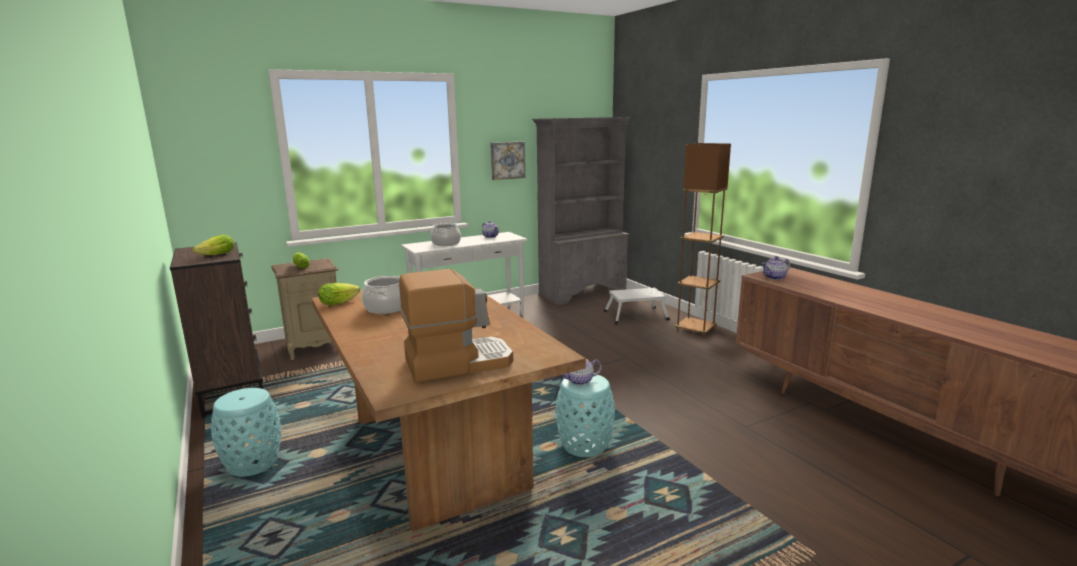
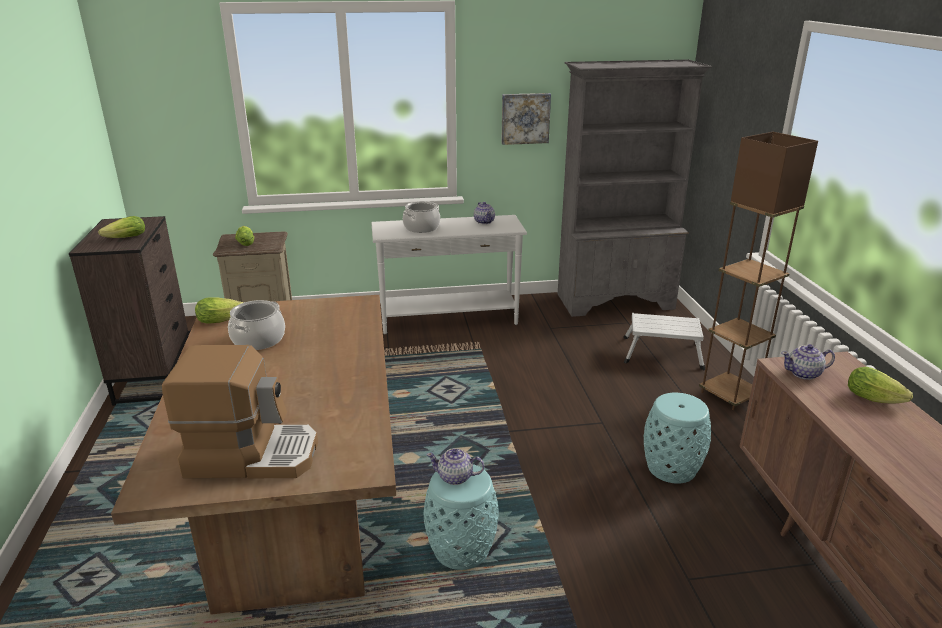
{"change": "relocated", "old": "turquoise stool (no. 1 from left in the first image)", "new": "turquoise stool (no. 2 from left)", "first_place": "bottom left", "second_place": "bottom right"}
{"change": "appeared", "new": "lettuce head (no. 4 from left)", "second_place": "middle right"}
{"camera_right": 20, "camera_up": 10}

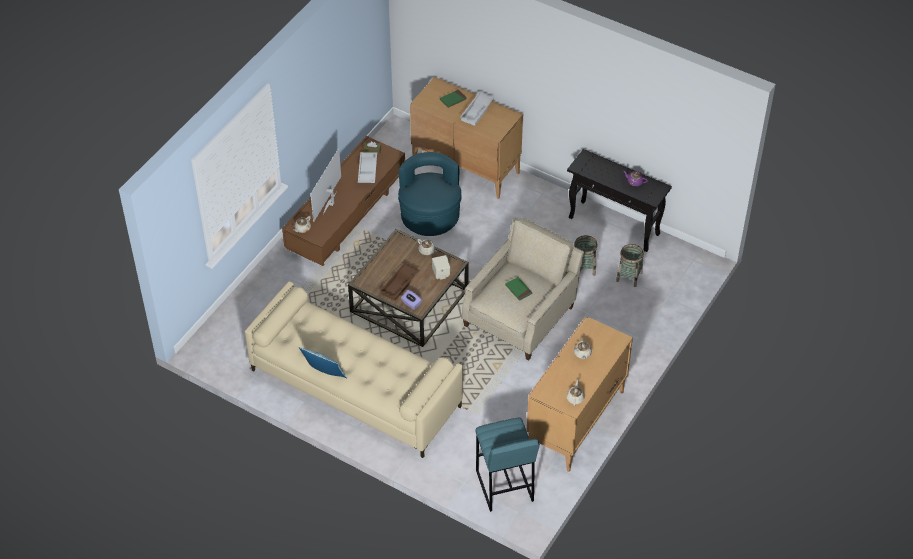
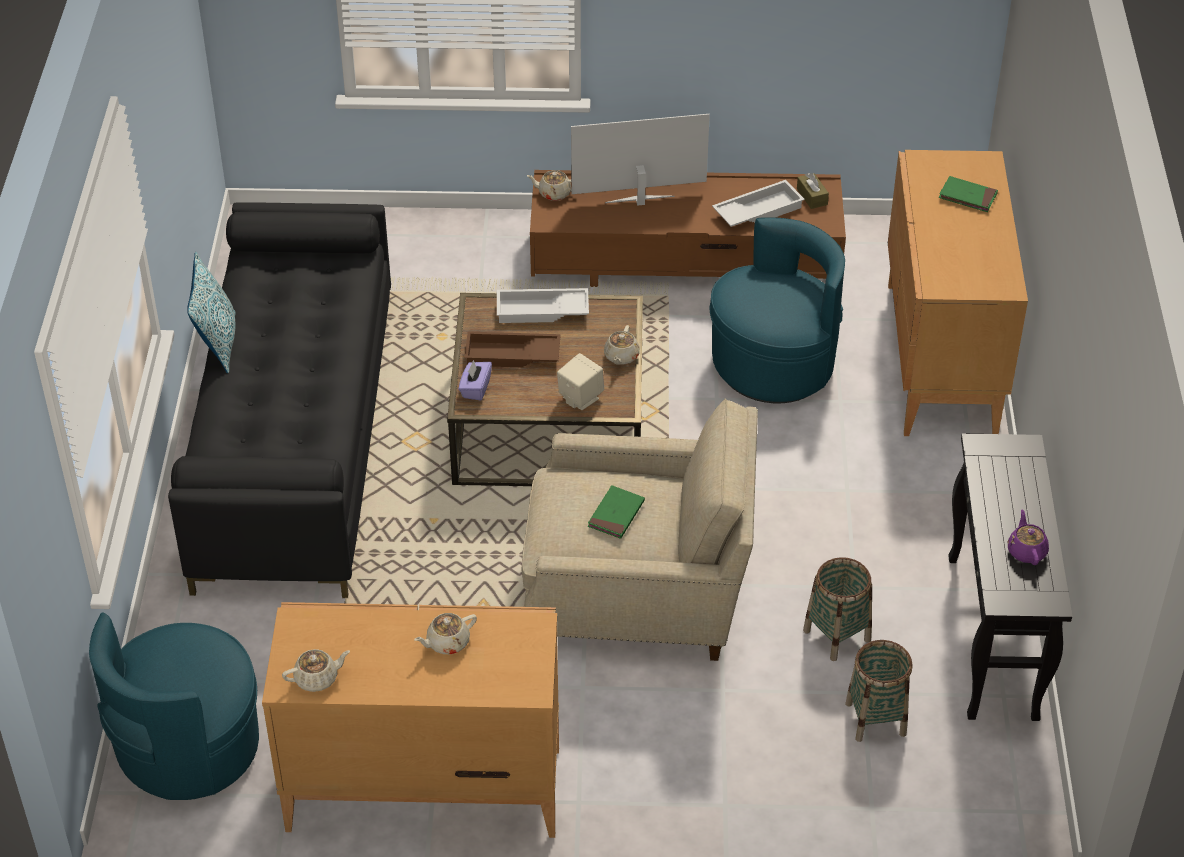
{"change": "colour", "old": "sand-coloured couch", "new": "black-coloured couch", "first_place": "centre", "second_place": "middle left"}
{"change": "relocated", "old": "white carrying tray (no. 2 from left in the first image)", "new": "white carrying tray (no. 1 from left)", "first_place": "top centre", "second_place": "centre"}
{"change": "exchanged", "old": "turquoise stool", "new": "turquoise easy chair (no. 1 from left)", "first_place": "bottom centre", "second_place": "bottom left"}
{"camera_right": 60, "camera_up": -5}

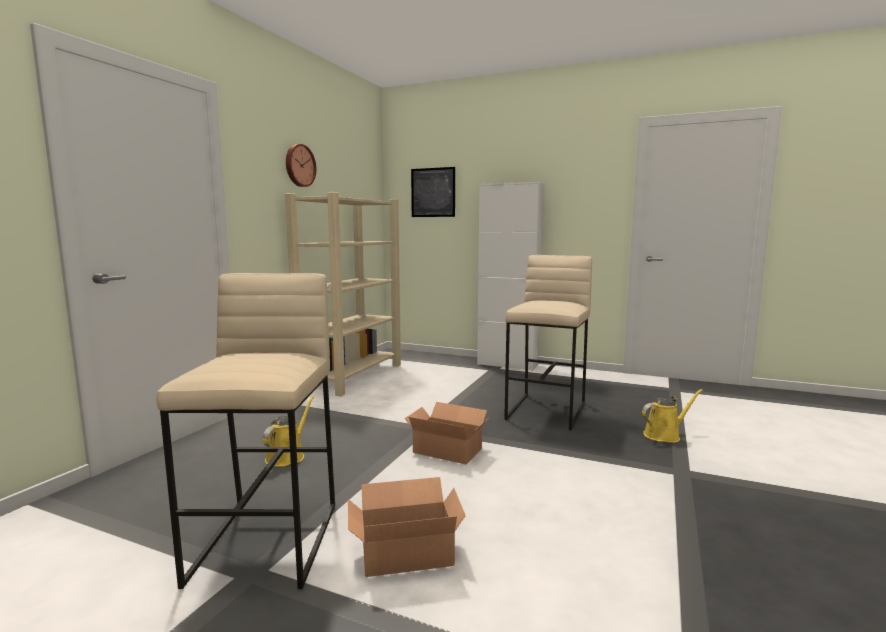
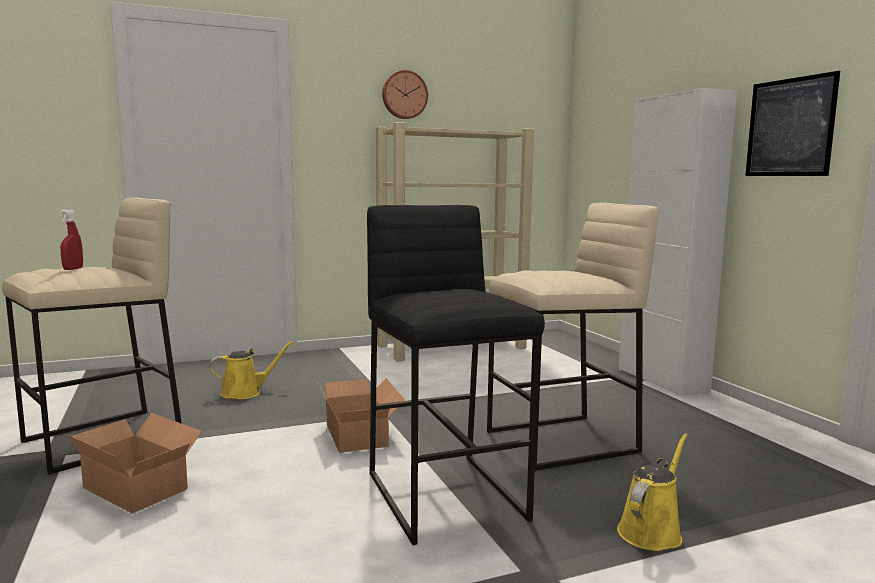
{"change": "relocated", "old": "wall art", "first_place": "top centre", "second_place": "top right"}
{"change": "spun", "old": "yellowish watering pot (no. 2 from left)", "first_place": "middle right", "second_place": "bottom right", "degrees": -75}
{"change": "appeared", "new": "red-coloured sprayer", "second_place": "middle left"}
{"change": "appeared", "new": "black-coloured stool", "second_place": "centre"}
{"camera_right": 45, "camera_up": 0}

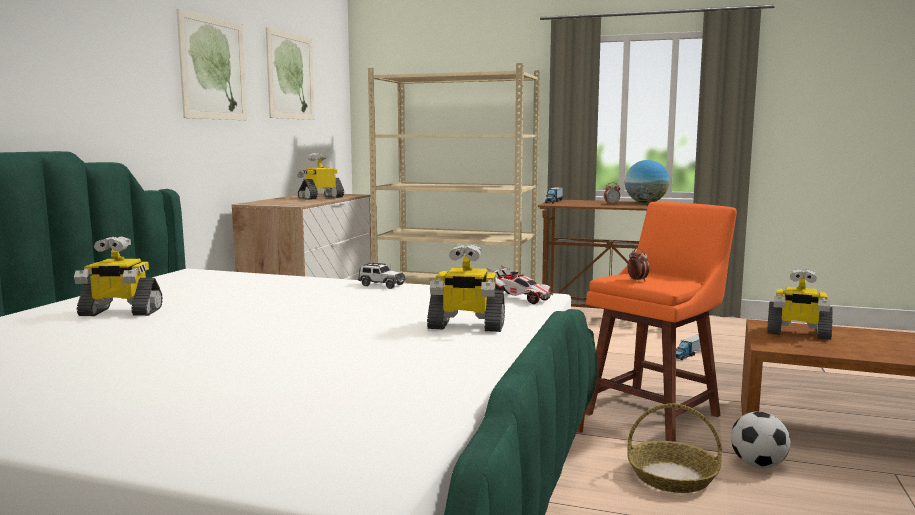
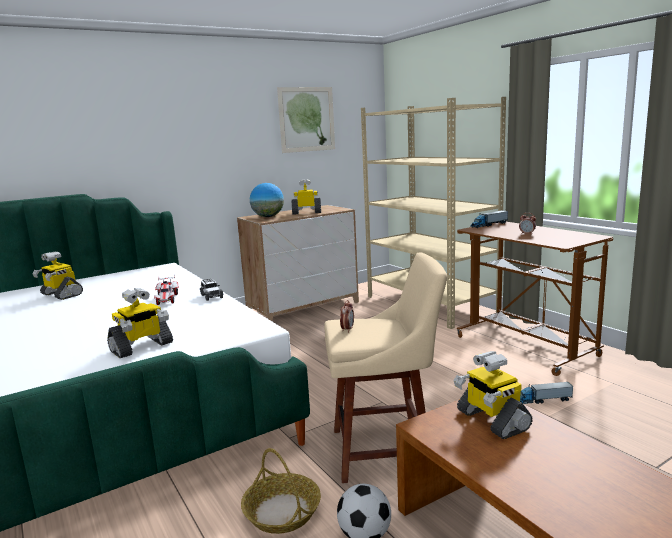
{"change": "missing", "old": "wall art (no. 1 from left)", "first_place": "top left"}
{"change": "spun", "old": "robot figure (no. 3 from left in the first image)", "first_place": "centre", "second_place": "middle left", "degrees": -90}
{"change": "relocated", "old": "miniature car (no. 2 from left in the first image)", "new": "miniature car (no. 1 from left)", "first_place": "centre", "second_place": "middle left"}
{"change": "colour", "old": "orangey stool", "new": "sand-coloured stool", "first_place": "middle right", "second_place": "bottom centre"}
{"change": "relocated", "old": "world globe", "first_place": "middle right", "second_place": "centre"}
{"camera_right": 40, "camera_up": 5}

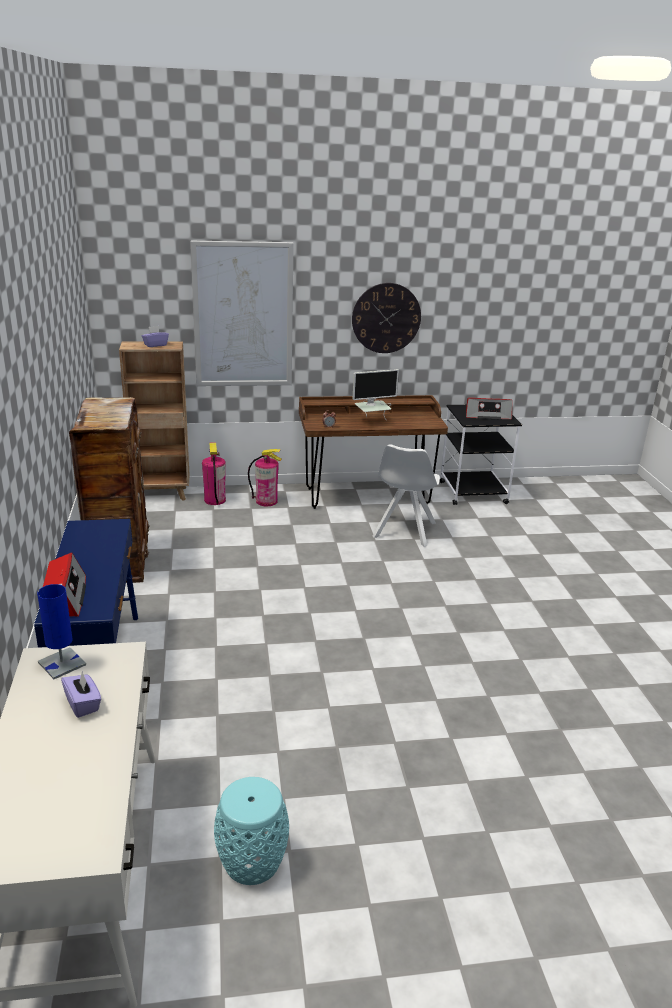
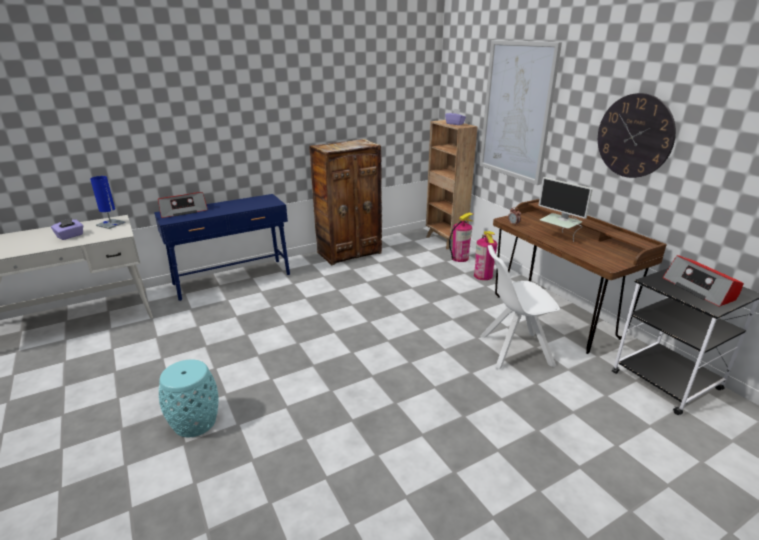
{"change": "relocated", "old": "turquoise stool", "first_place": "bottom centre", "second_place": "bottom left"}
{"camera_right": 70, "camera_up": 0}

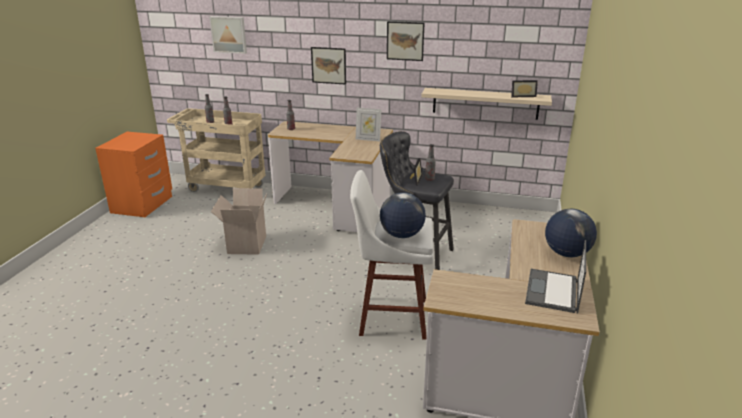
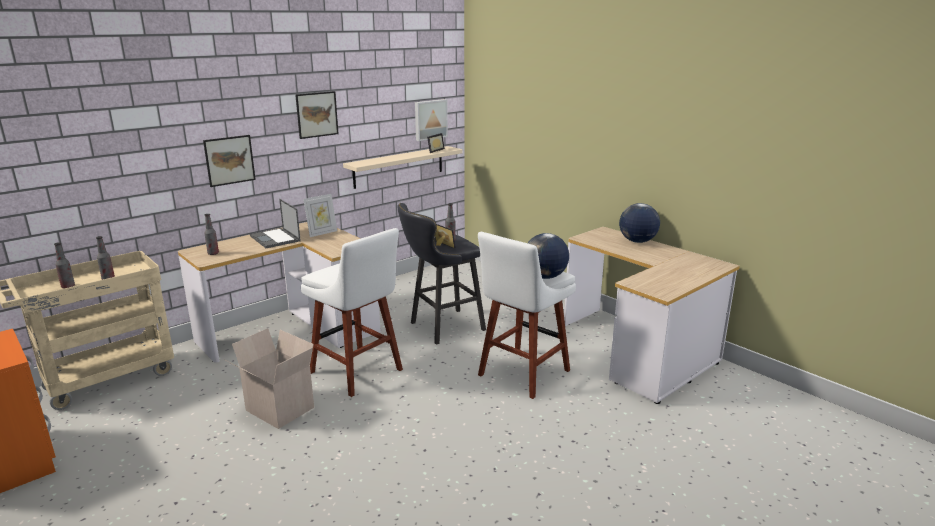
{"change": "relocated", "old": "wall art (no. 1 from left in the first image)", "new": "wall art (no. 3 from left)", "first_place": "top left", "second_place": "top centre"}
{"change": "relocated", "old": "notebook computer", "first_place": "middle right", "second_place": "middle left"}
{"change": "appeared", "new": "white stool (no. 1 from left)", "second_place": "centre"}
{"camera_right": -55, "camera_up": -5}

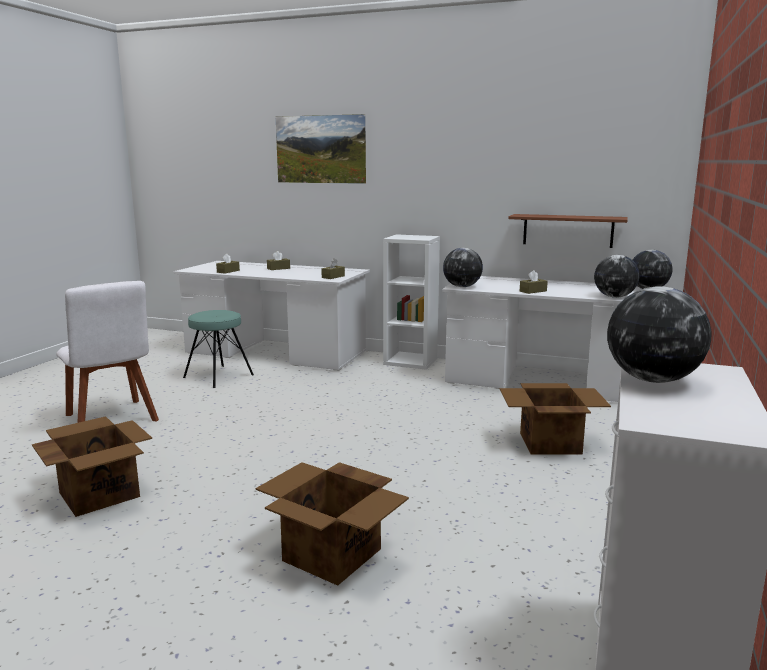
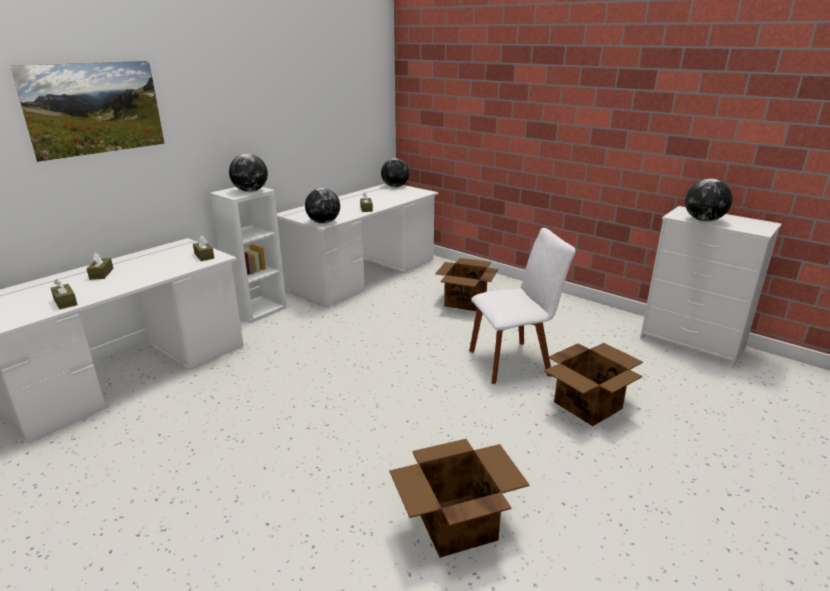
{"change": "relocated", "old": "white chair", "first_place": "middle left", "second_place": "centre"}
{"change": "missing", "old": "turquoise stool", "first_place": "middle left"}
{"change": "missing", "old": "brown bracket shelf", "first_place": "middle right"}
{"change": "relocated", "old": "world globe (no. 2 from left in the first image)", "new": "world globe (no. 1 from left)", "first_place": "middle right", "second_place": "top left"}
{"camera_right": -70, "camera_up": 10}

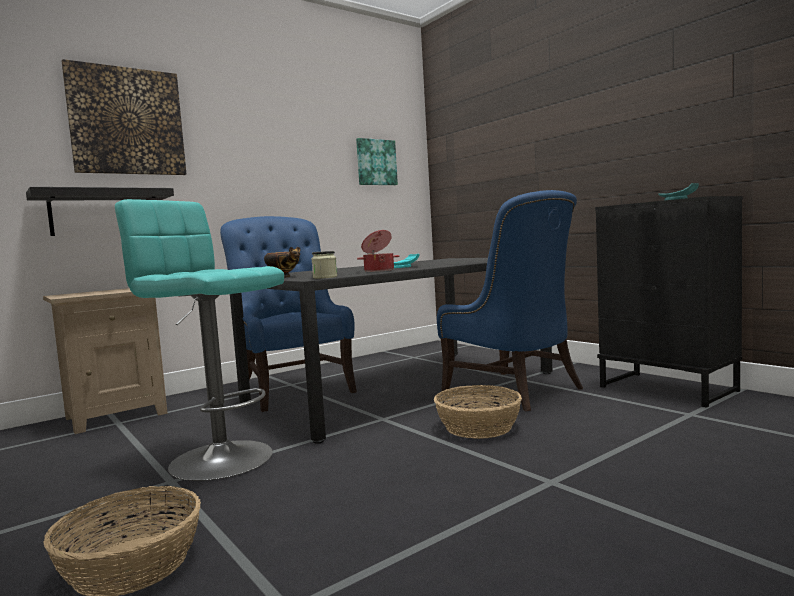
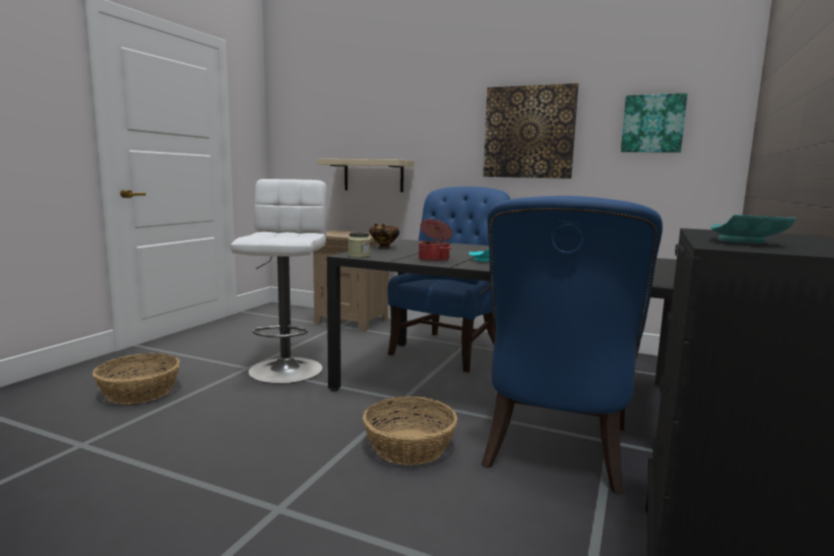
{"change": "colour", "old": "black-coloured bracket shelf", "new": "sand-coloured bracket shelf", "first_place": "middle left", "second_place": "top centre"}
{"change": "relocated", "old": "wall art (no. 1 from left)", "first_place": "top left", "second_place": "top centre"}
{"change": "colour", "old": "turquoise stool", "new": "white stool", "first_place": "middle left", "second_place": "centre"}
{"camera_right": 60, "camera_up": 5}

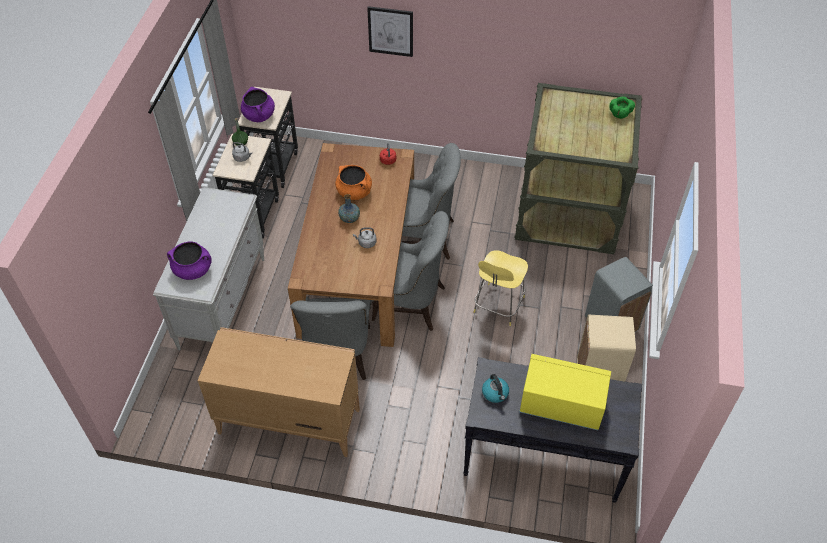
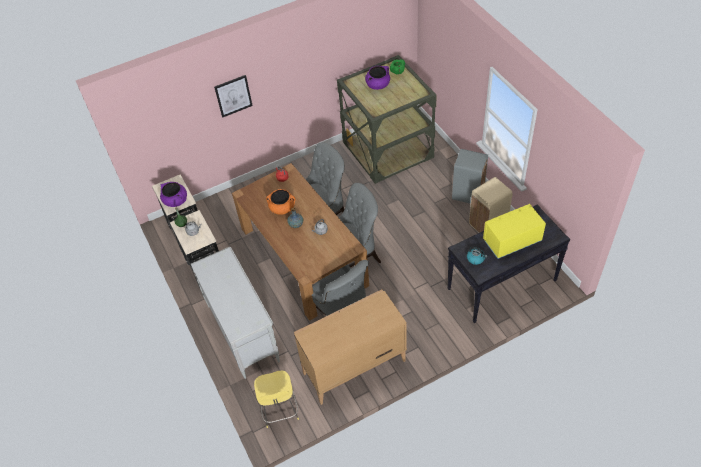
{"change": "relocated", "old": "purplish stockpot (no. 1 from left in the first image)", "new": "purplish stockpot (no. 2 from left)", "first_place": "middle left", "second_place": "top centre"}
{"change": "relocated", "old": "yellowish stool", "first_place": "centre", "second_place": "bottom centre"}
{"camera_right": -35, "camera_up": 0}

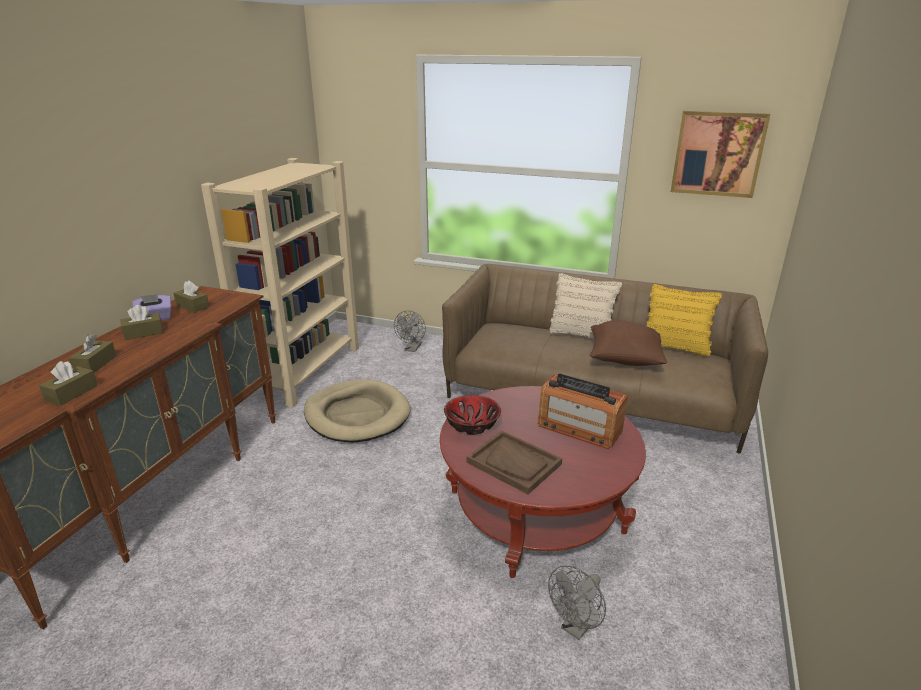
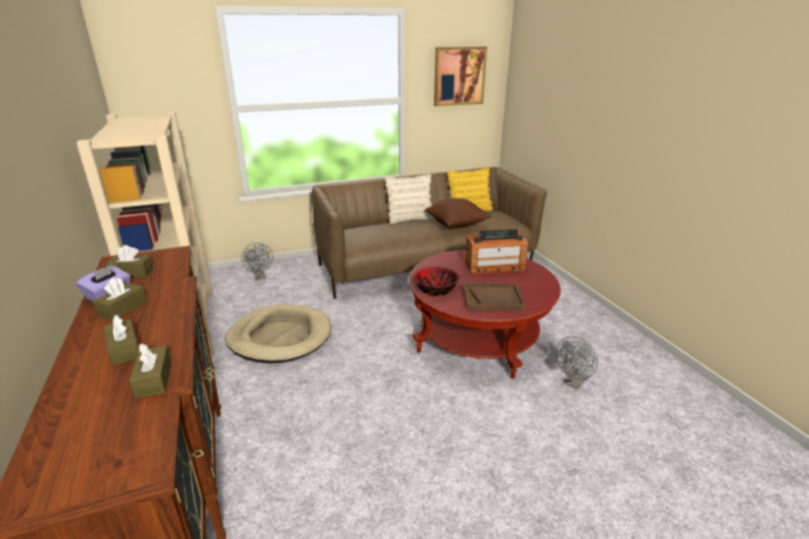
{"change": "spun", "old": "grey fan (no. 2 from left)", "first_place": "bottom centre", "second_place": "bottom right", "degrees": 45}
{"camera_right": -40, "camera_up": 0}

